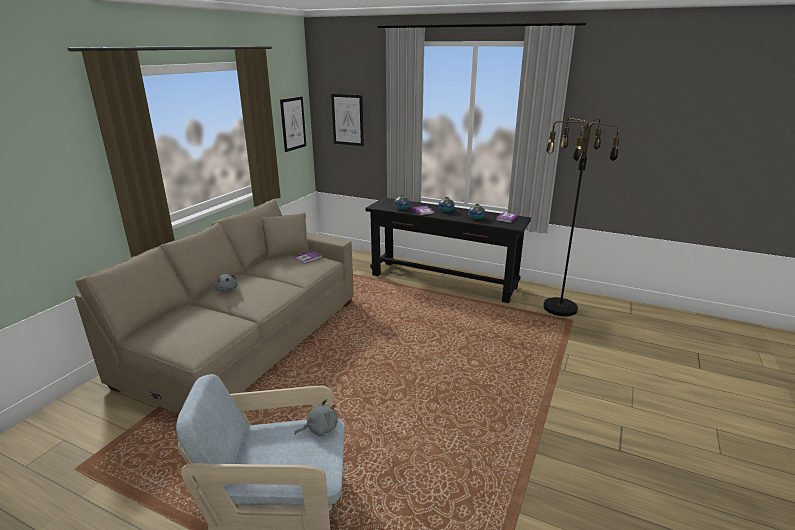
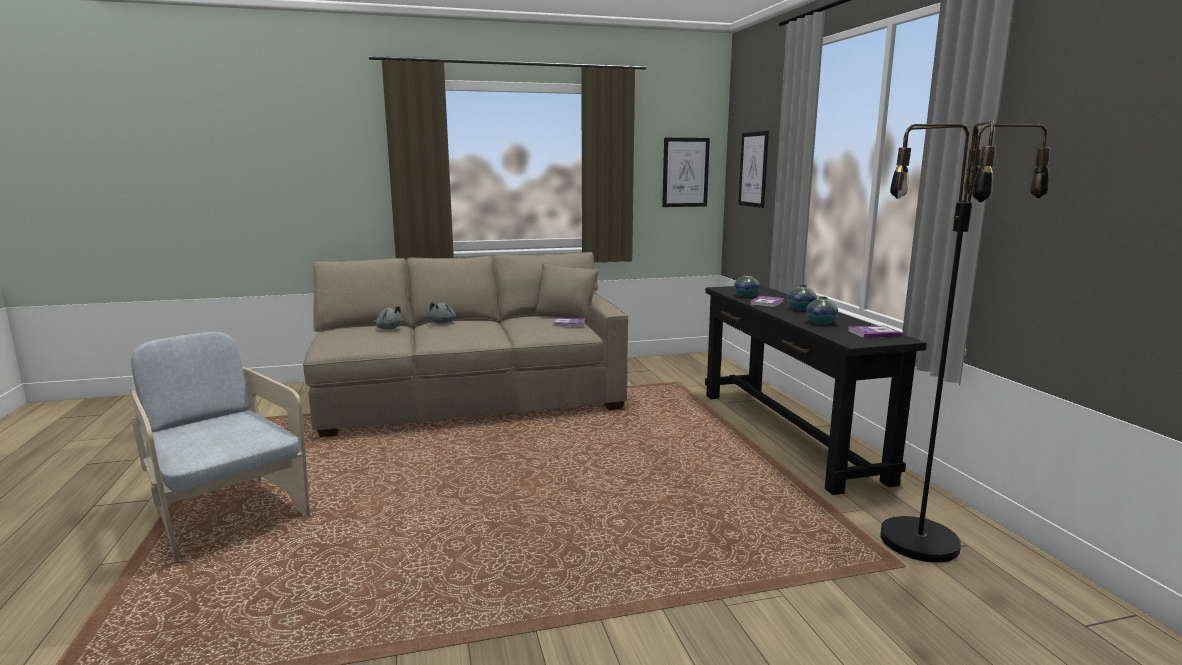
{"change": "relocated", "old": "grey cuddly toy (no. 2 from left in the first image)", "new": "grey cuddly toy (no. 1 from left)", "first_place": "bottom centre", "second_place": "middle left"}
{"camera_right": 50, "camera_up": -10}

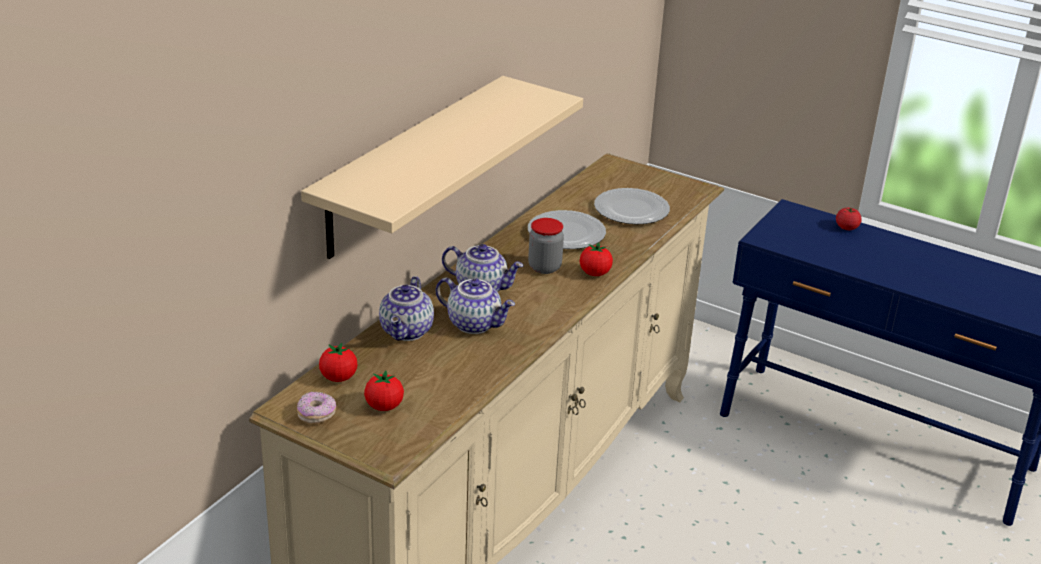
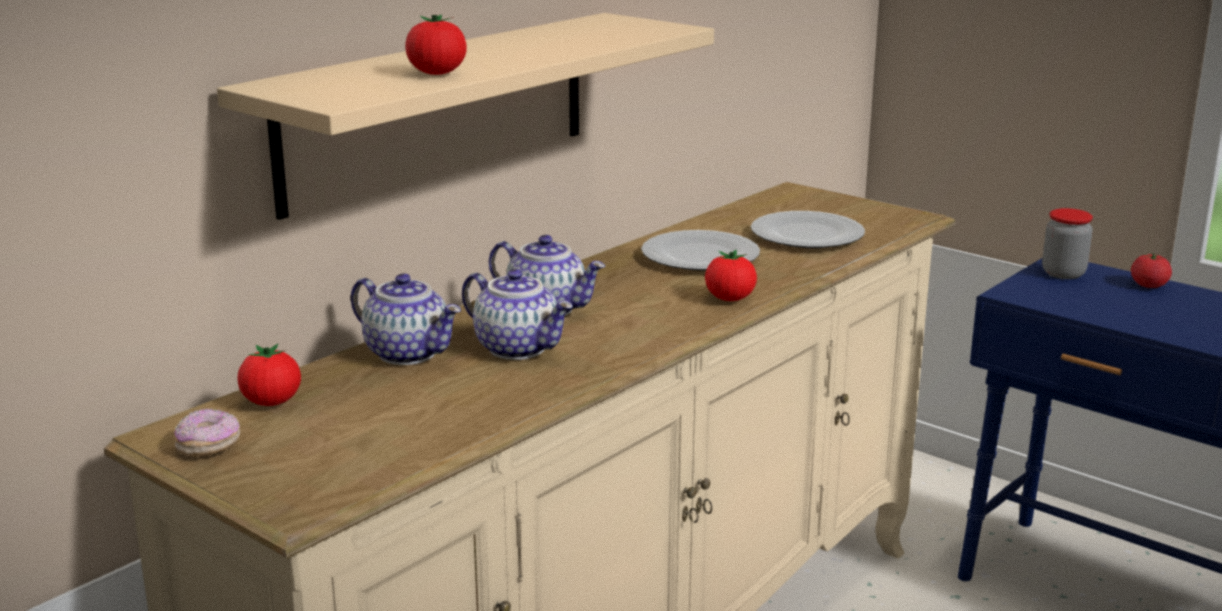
{"change": "relocated", "old": "whole tomato (no. 2 from left)", "first_place": "bottom centre", "second_place": "top centre"}
{"change": "spun", "old": "tea pot (no. 1 from left)", "first_place": "centre", "second_place": "middle left", "degrees": -75}
{"change": "relocated", "old": "jar", "first_place": "centre", "second_place": "middle right"}
{"camera_right": 10, "camera_up": -10}

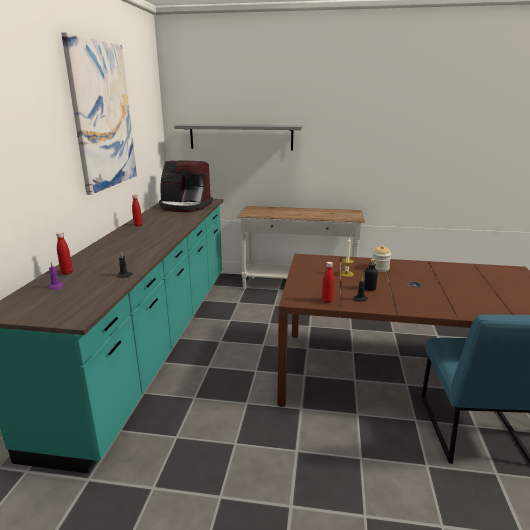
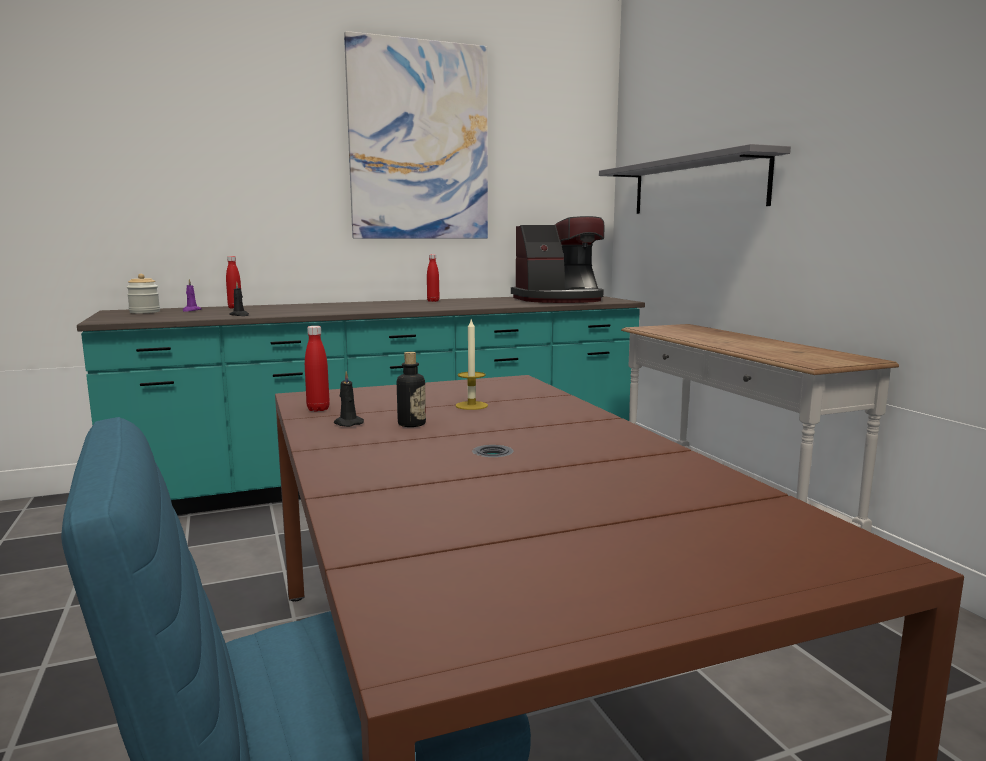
{"change": "spun", "old": "coffee maker", "first_place": "centre", "second_place": "centre", "degrees": -90}
{"change": "relocated", "old": "jar", "first_place": "middle right", "second_place": "middle left"}
{"camera_right": 60, "camera_up": -10}

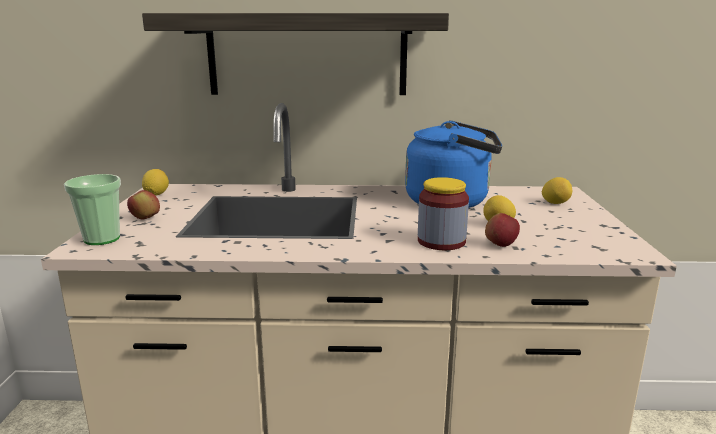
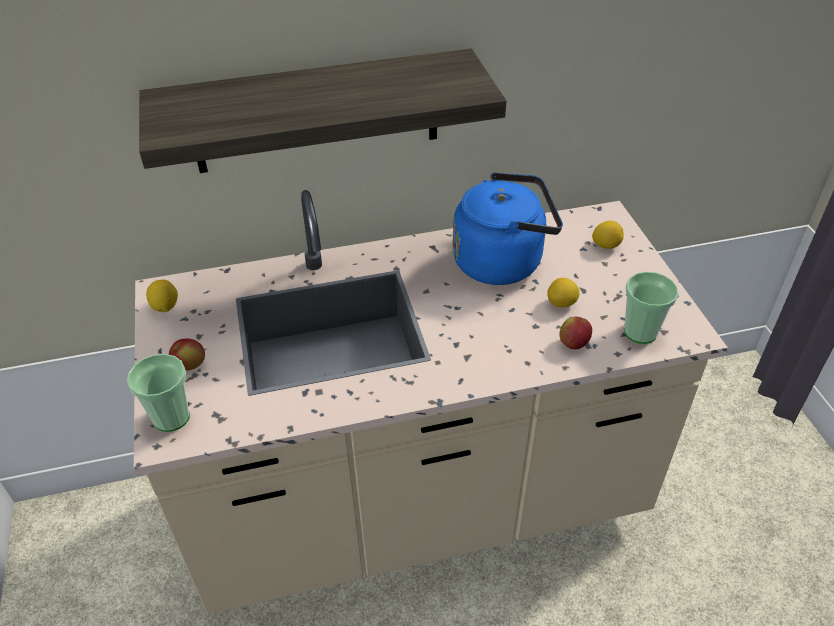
{"change": "missing", "old": "jar", "first_place": "centre"}
{"change": "appeared", "new": "cup (no. 2 from left)", "second_place": "middle right"}
{"camera_right": -15, "camera_up": 25}

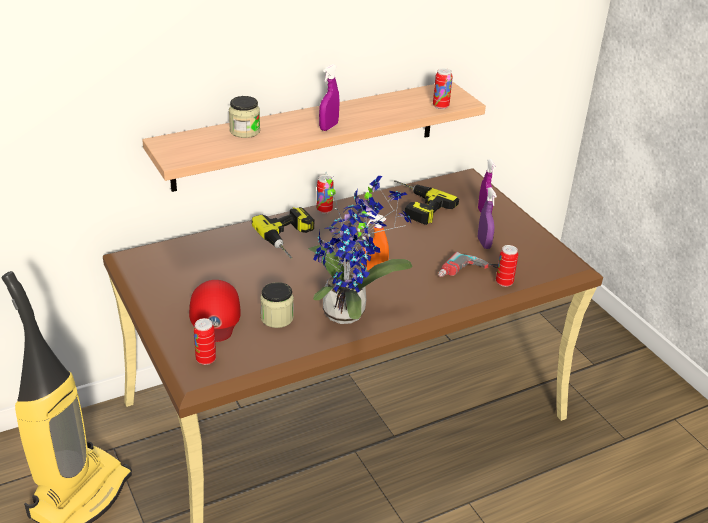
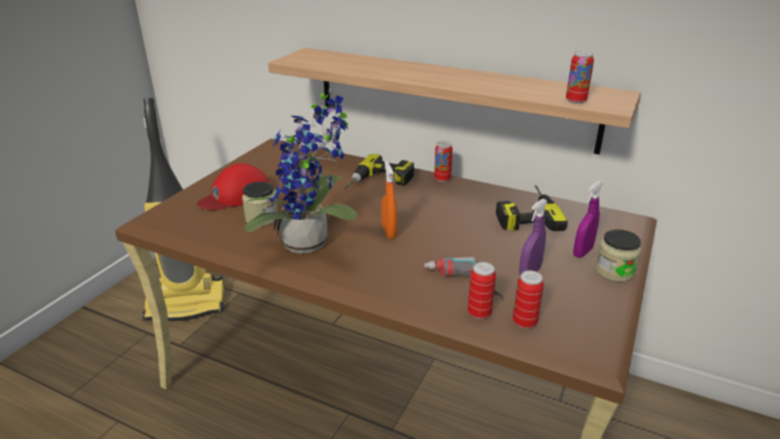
{"change": "relocated", "old": "metal can (no. 1 from left in the first image)", "new": "metal can (no. 3 from left)", "first_place": "middle left", "second_place": "bottom right"}
{"change": "relocated", "old": "jar (no. 1 from left in the first image)", "new": "jar (no. 2 from left)", "first_place": "top centre", "second_place": "middle right"}
{"change": "missing", "old": "purplish sprayer (no. 1 from left)", "first_place": "top centre"}
{"camera_right": 55, "camera_up": -5}

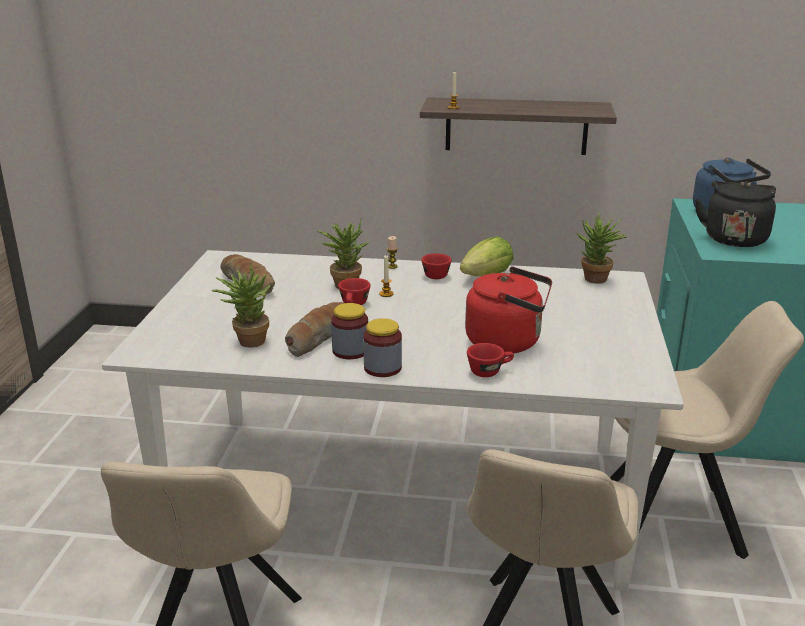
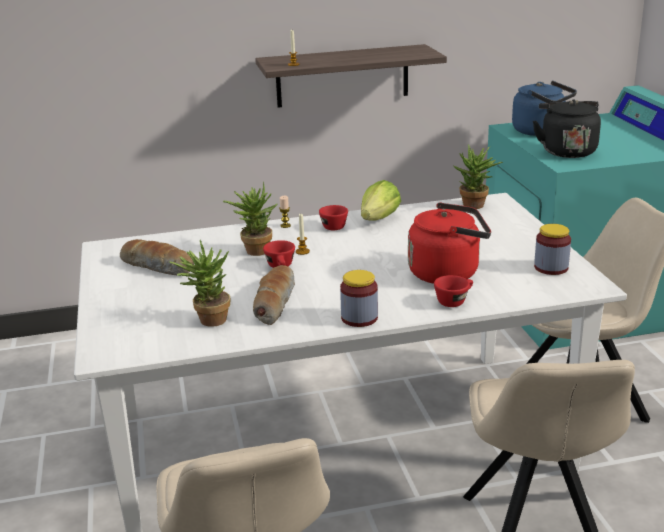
{"change": "relocated", "old": "jar (no. 1 from left in the first image)", "new": "jar (no. 2 from left)", "first_place": "centre", "second_place": "middle right"}
{"camera_right": -20, "camera_up": 0}

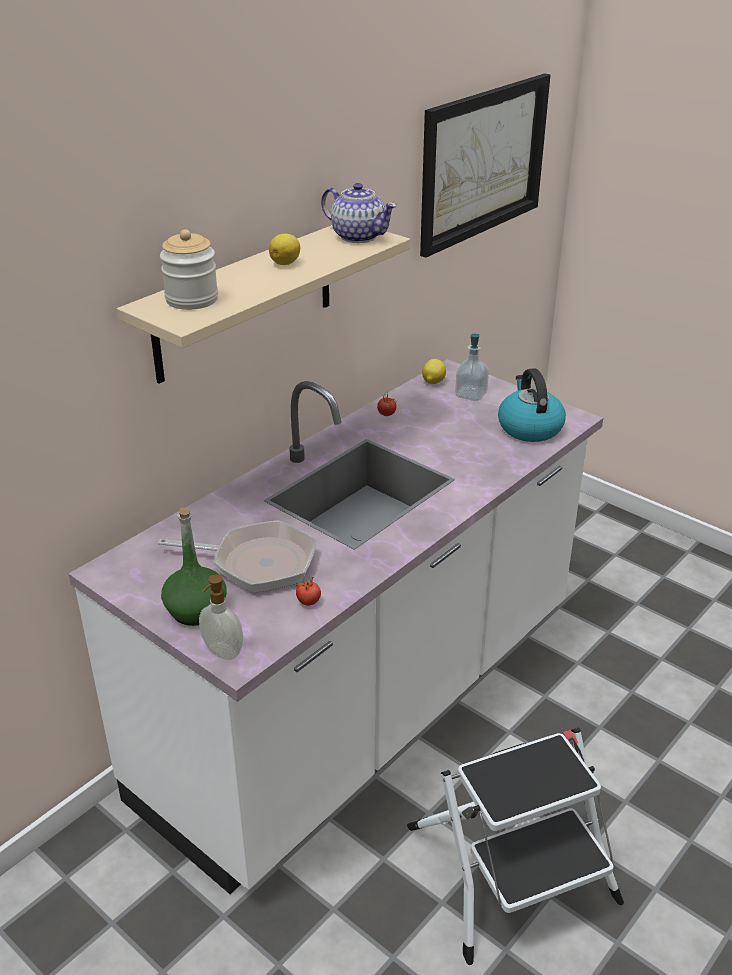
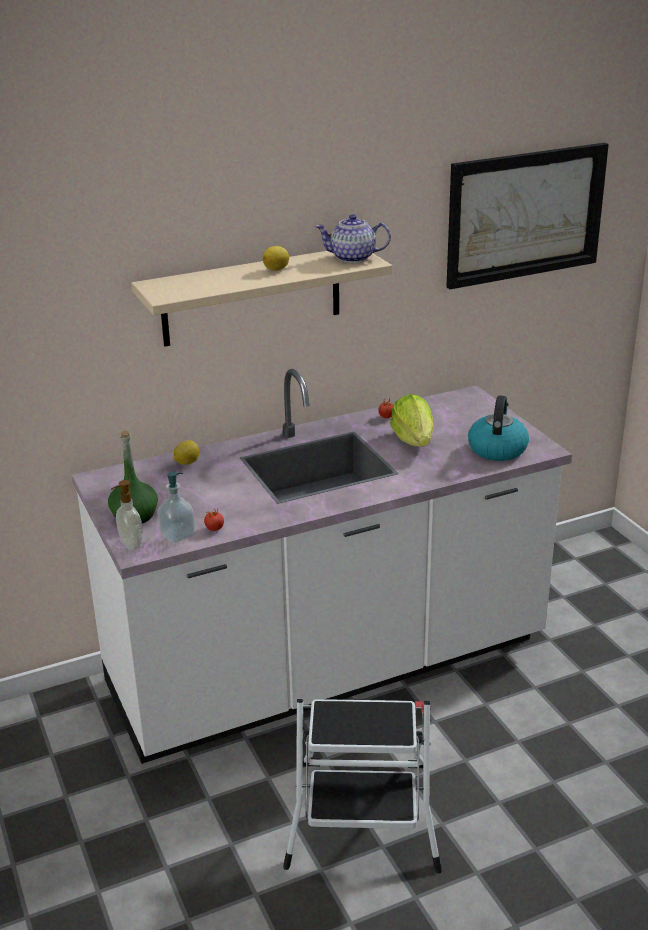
{"change": "missing", "old": "skillet", "first_place": "middle left"}
{"change": "missing", "old": "jar", "first_place": "top left"}
{"change": "spun", "old": "tea pot", "first_place": "top centre", "second_place": "top centre", "degrees": 120}
{"change": "relocated", "old": "citrus fruit (no. 2 from left in the first image)", "new": "citrus fruit (no. 1 from left)", "first_place": "centre", "second_place": "middle left"}
{"change": "relocated", "old": "liquid soap bottle (no. 2 from left)", "first_place": "centre", "second_place": "middle left"}
{"change": "appeared", "new": "lettuce head", "second_place": "centre"}
{"camera_right": 25, "camera_up": -5}

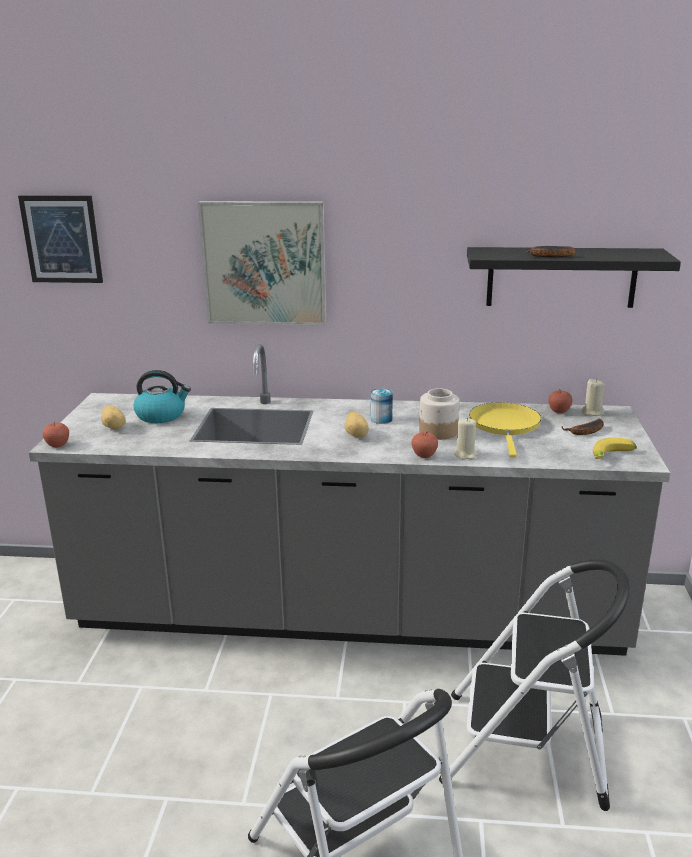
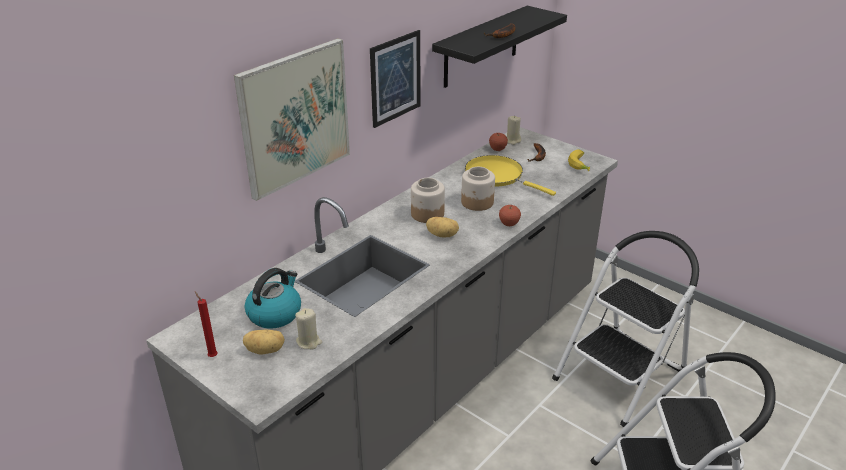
{"change": "relocated", "old": "wall art (no. 1 from left in the first image)", "new": "wall art (no. 2 from left)", "first_place": "top left", "second_place": "top centre"}
{"change": "missing", "old": "apple fruit (no. 1 from left)", "first_place": "middle left"}
{"change": "exchanged", "old": "metal can", "new": "jar (no. 1 from left)", "first_place": "centre", "second_place": "centre"}
{"change": "relocated", "old": "sand-coloured wax candle (no. 1 from left)", "first_place": "middle right", "second_place": "bottom centre"}
{"change": "appeared", "new": "red-coloured wax candle", "second_place": "bottom left"}
{"camera_right": -55, "camera_up": 10}

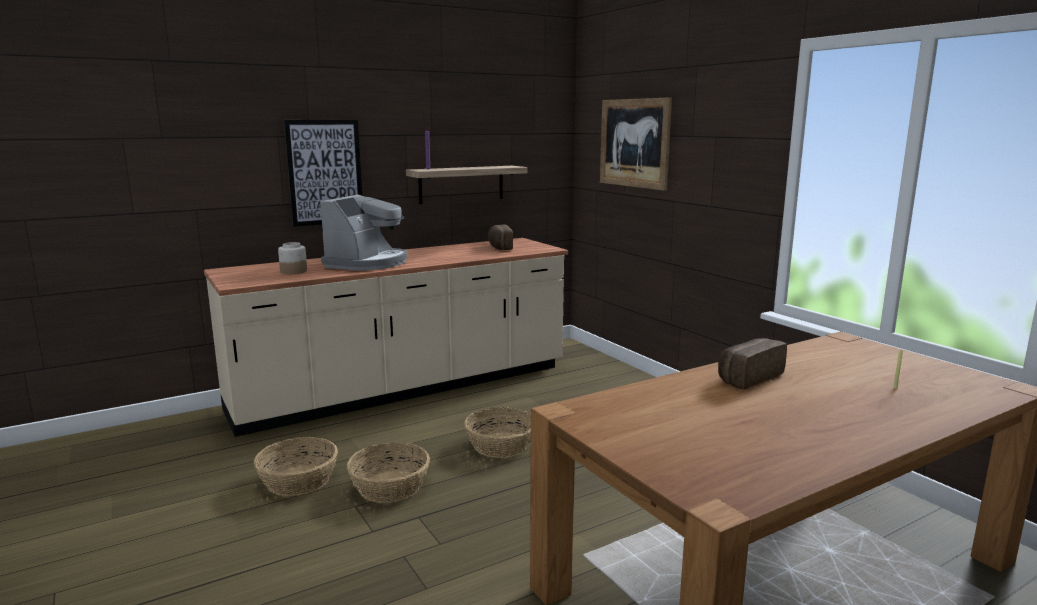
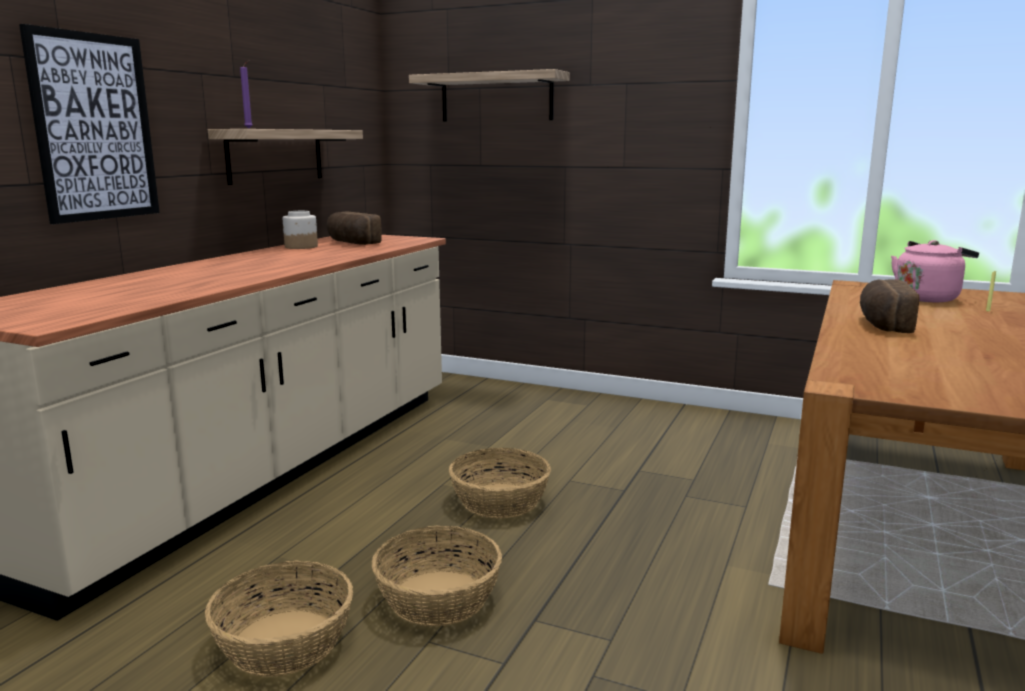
{"change": "relocated", "old": "jar", "first_place": "middle left", "second_place": "top left"}
{"change": "missing", "old": "coffee maker", "first_place": "centre"}
{"change": "exchanged", "old": "wall art (no. 2 from left)", "new": "bracket shelf (no. 2 from left)", "first_place": "top centre", "second_place": "top centre"}
{"change": "appeared", "new": "pinkish water kettle", "second_place": "middle right"}
{"camera_right": -35, "camera_up": 0}

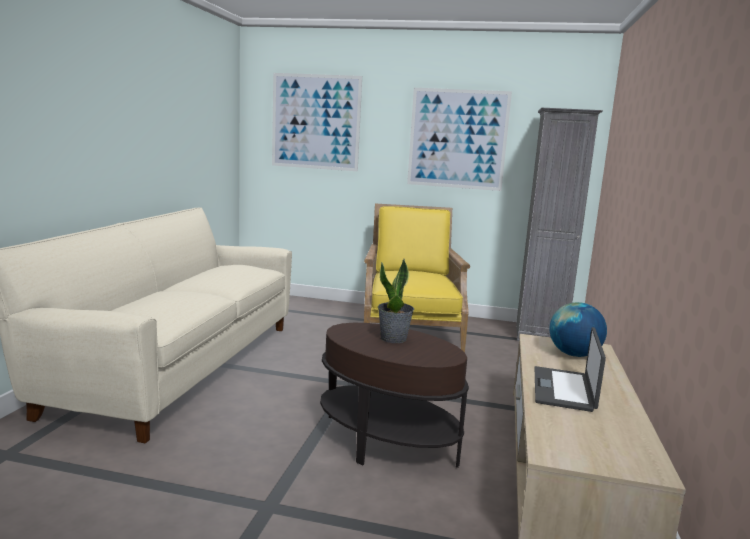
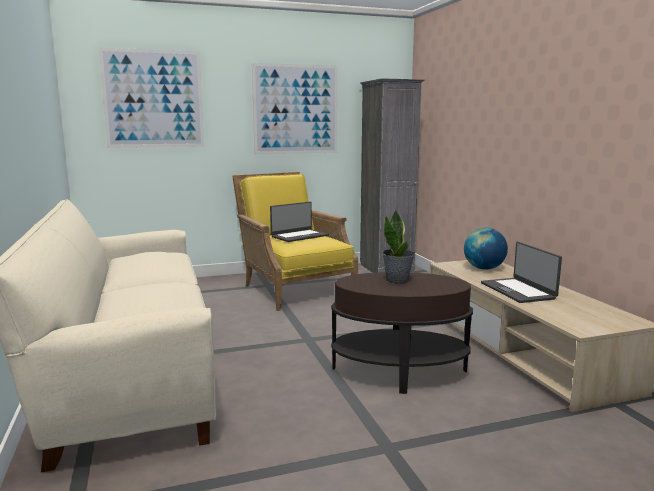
{"change": "appeared", "new": "notebook computer (no. 1 from left)", "second_place": "centre"}
{"camera_right": -30, "camera_up": 0}

